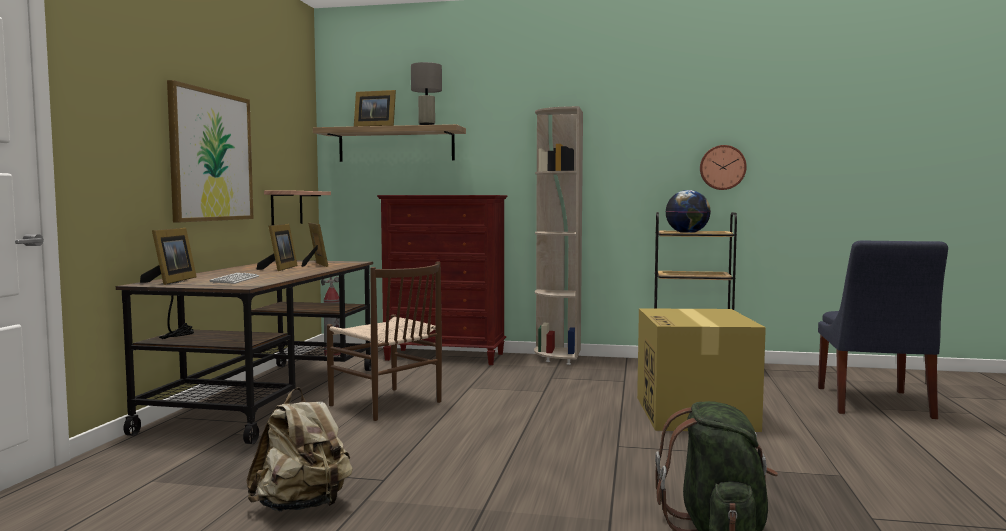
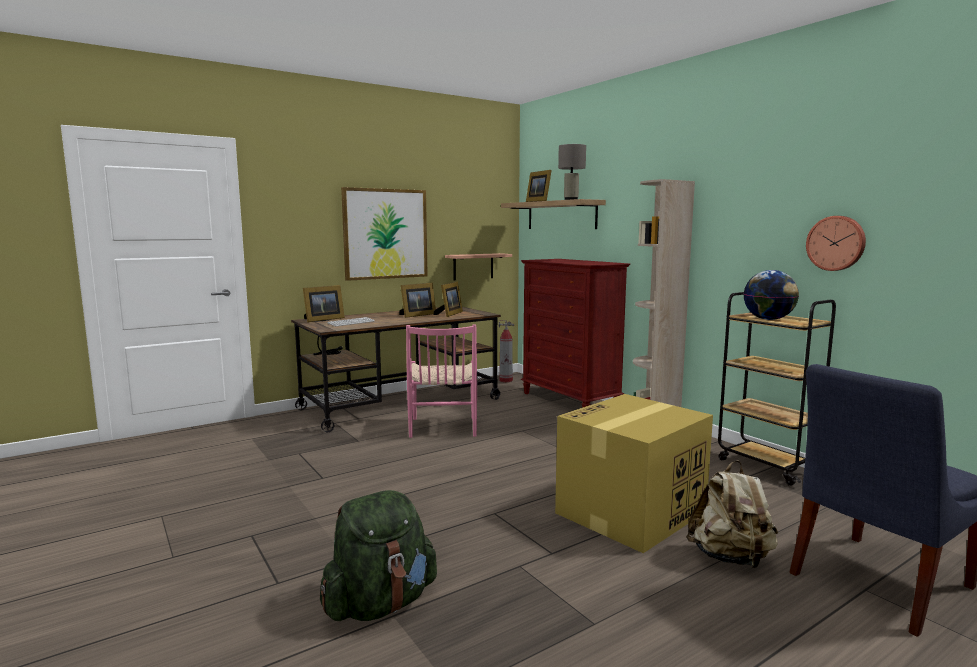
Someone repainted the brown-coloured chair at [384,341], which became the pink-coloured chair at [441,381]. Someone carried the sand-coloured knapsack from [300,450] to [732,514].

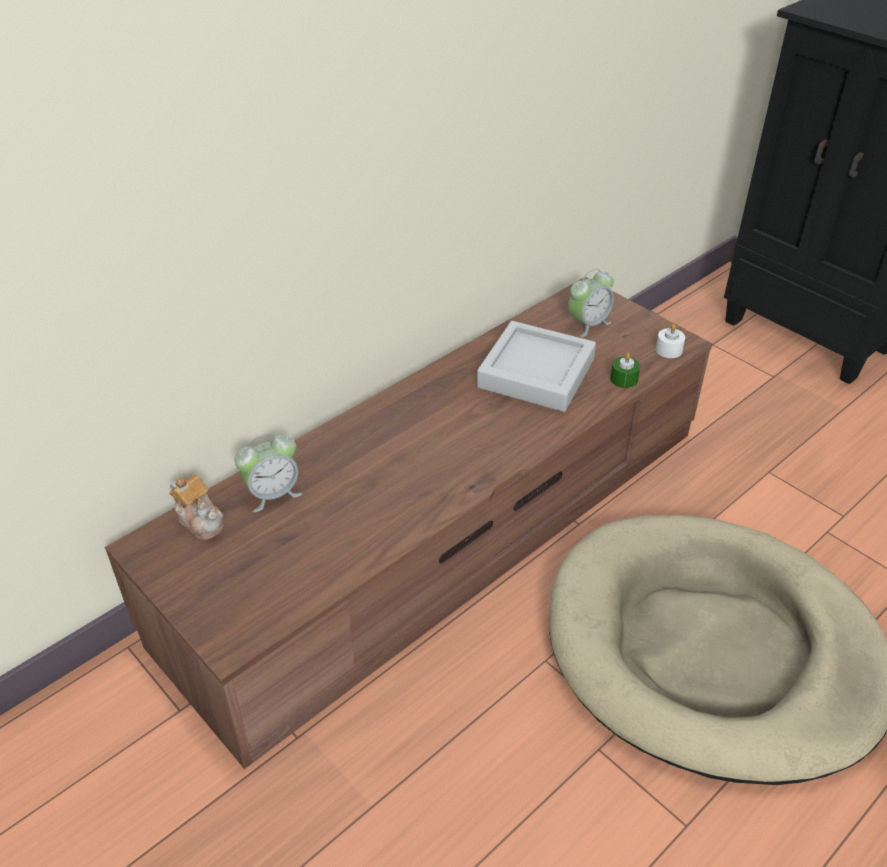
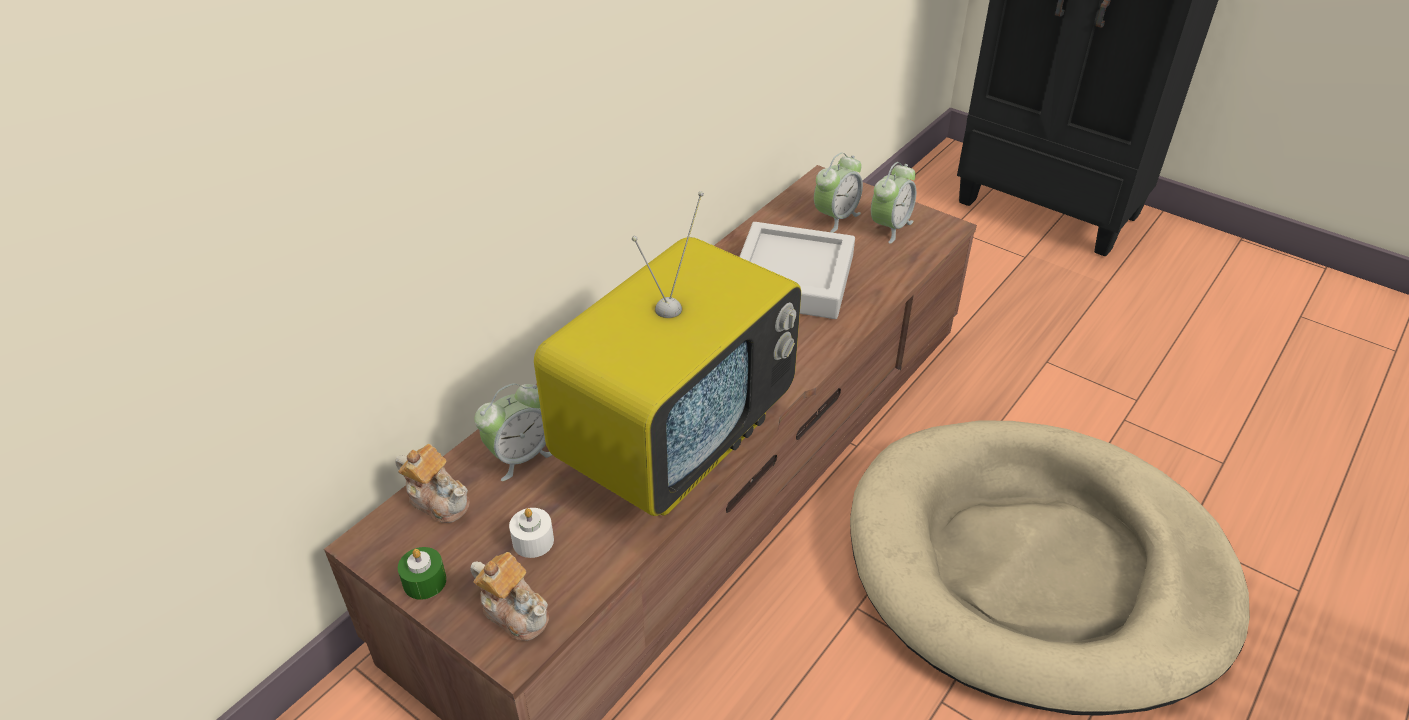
Someone carried the greenish wax candle from [625,370] to [422,573]. Someone put down the tea pot at [509,596]. Someone carried the whitish wax candle from [670,341] to [531,533]. Someone put down the television at [667,353]. Someone put down the table clock at [893,203].

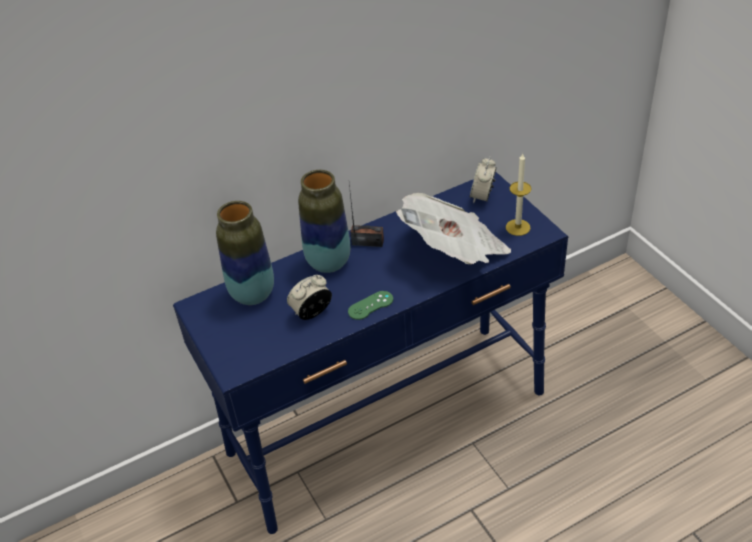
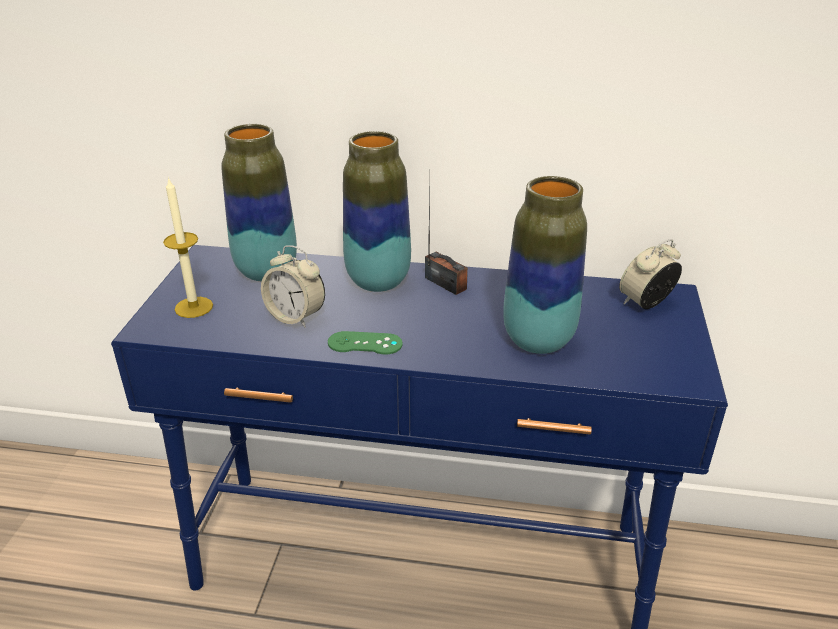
Someone carried the wax candle from [519,195] to [188,247]. Someone rotated the table clock at [309,297] by 150 degrees counterclockwise. Someone swapped the daily paper at [453,229] for the decorative vase at [545,265].

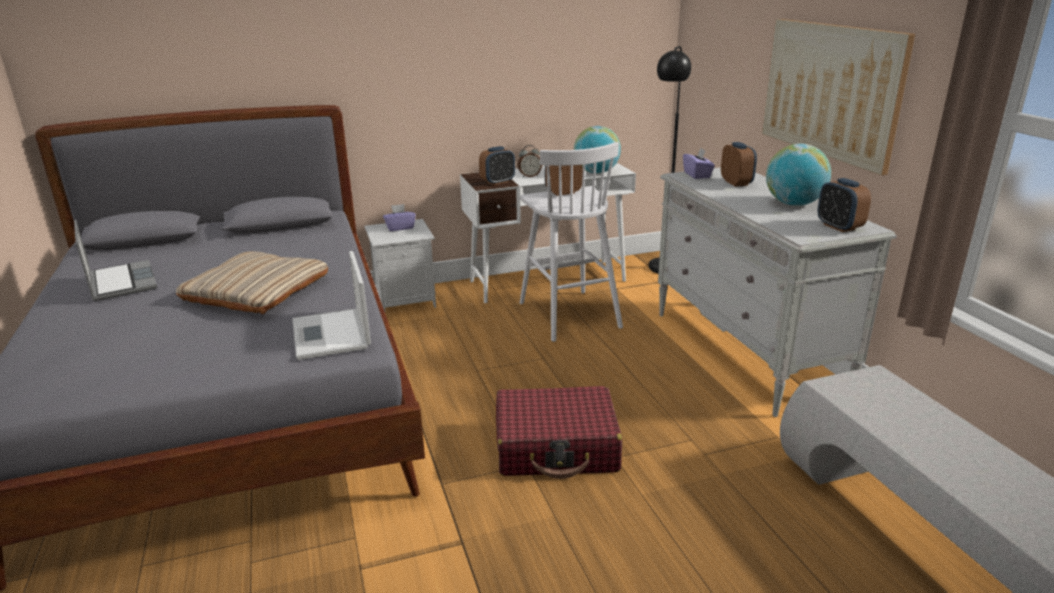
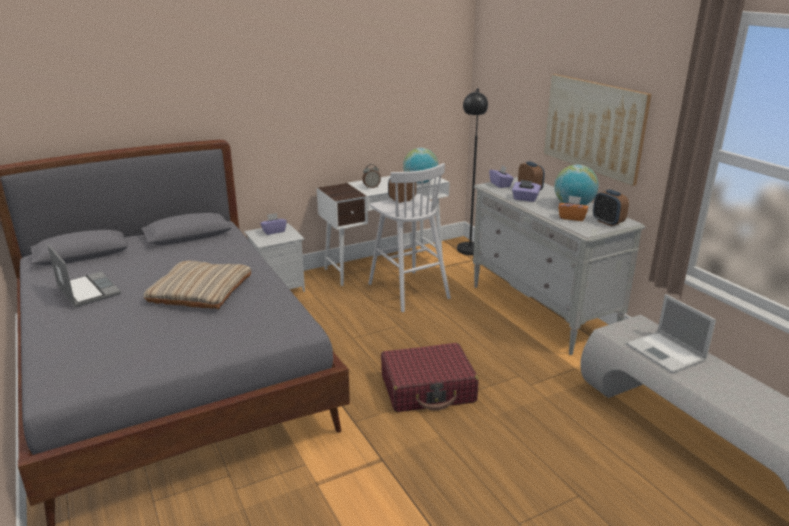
Someone put down the purple tissue holder at [526,191]. Someone put down the orangey tissue holder at [573,208]. Someone carried the notebook computer from [331,305] to [671,334]. Someone took away the table clock at [497,165].

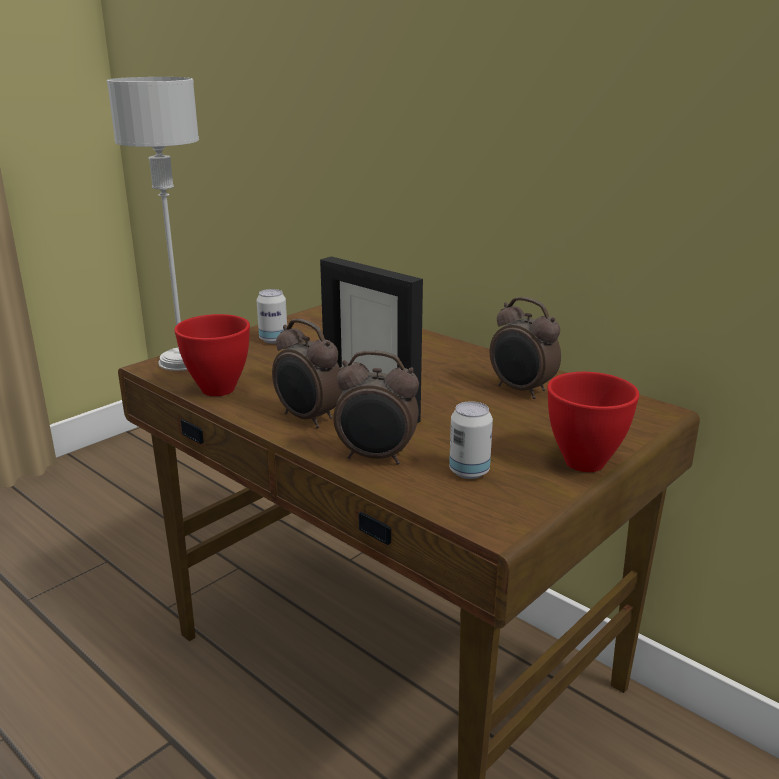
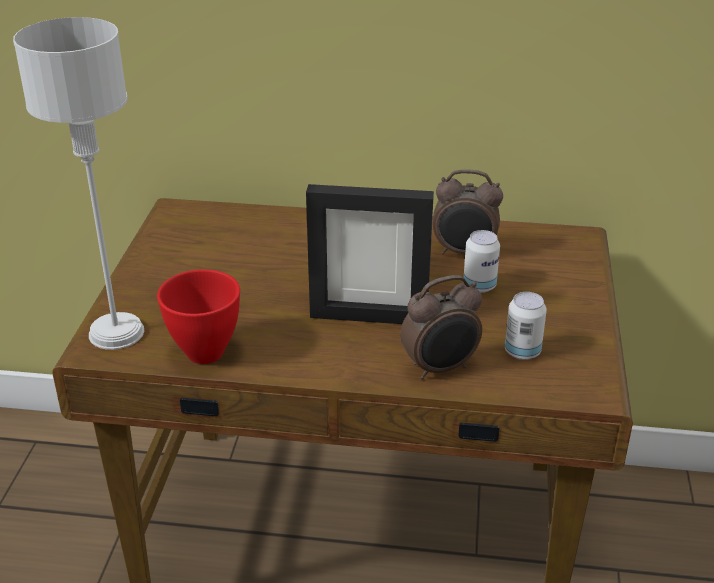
Someone carried the can from [272,316] to [482,261]. Someone took away the table clock at [307,373]. Someone took away the reddish bowl at [593,422].

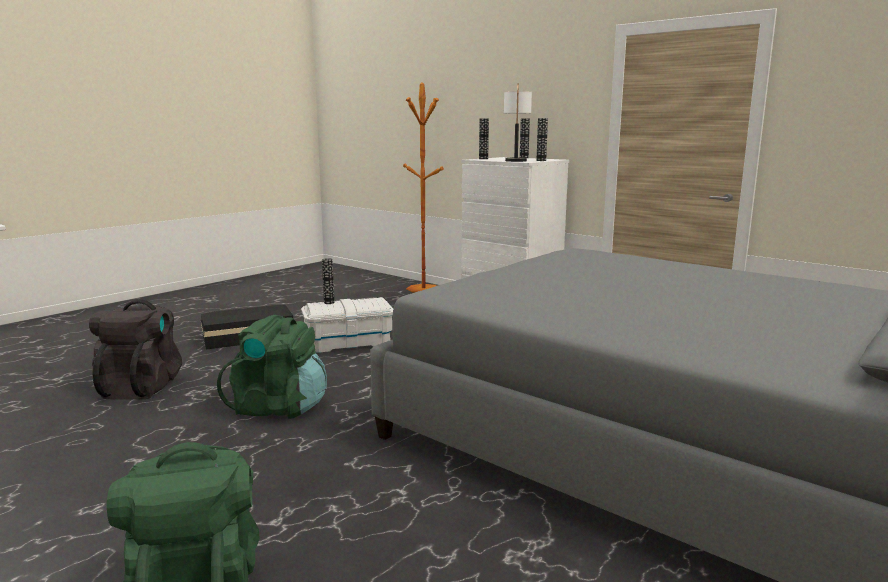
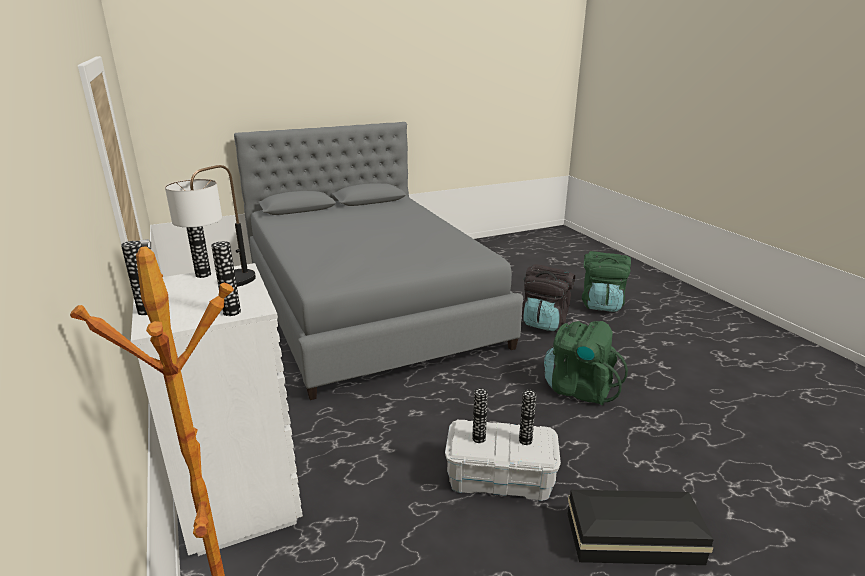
Someone put down the decorative vase at [480,415]. Someone carried the blackish knapsack from [135,349] to [548,297].

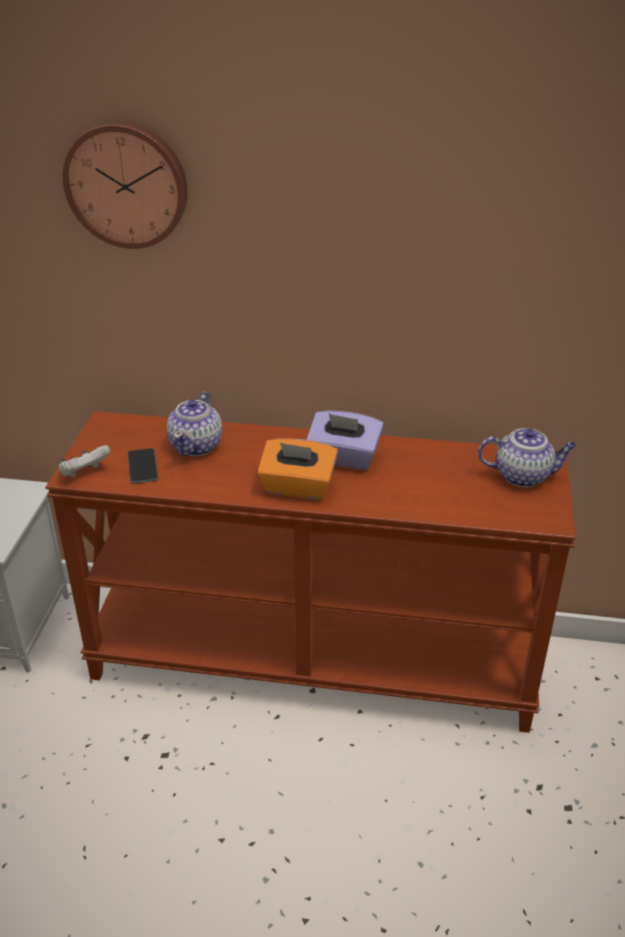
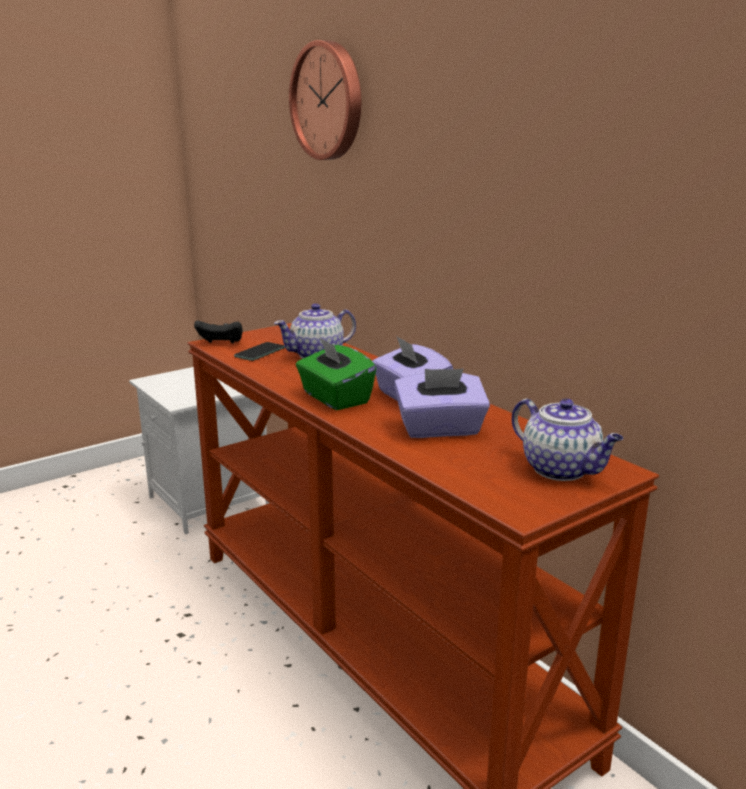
Someone repainted the whitish game controller at [85,461], which became the blackish game controller at [218,332]. Someone repainted the orangey tissue holder at [297,469], which became the greenish tissue holder at [336,373]. Someone put down the purple tissue holder at [442,403].

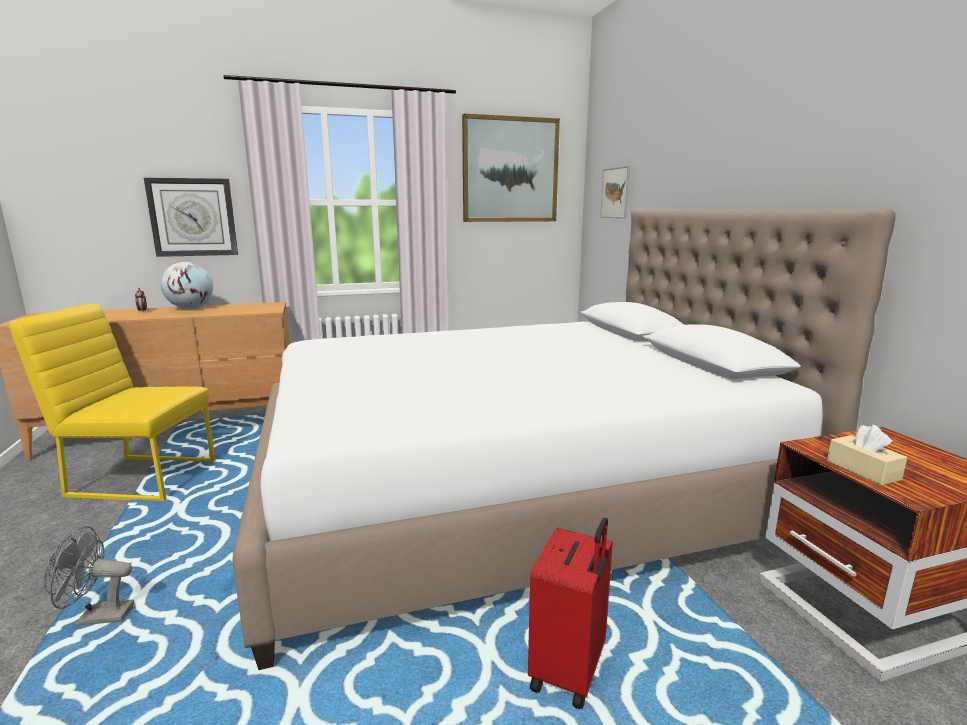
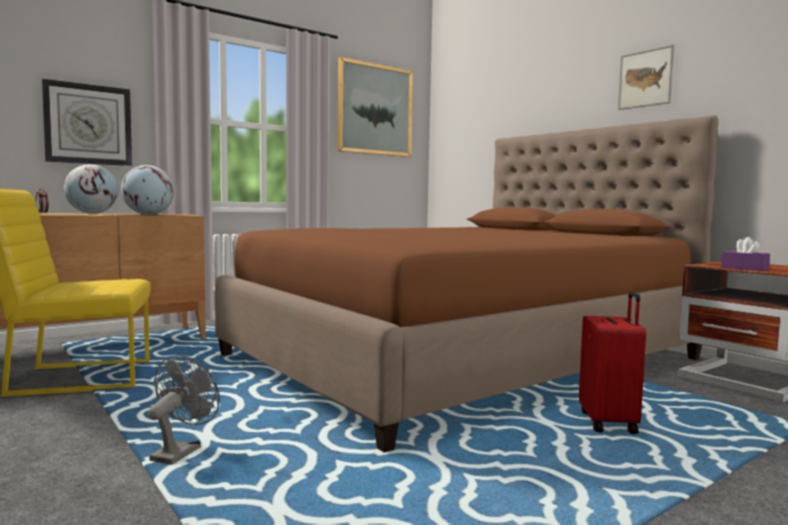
Someone put down the world globe at [147,190]. Someone rotated the greyish cooling fan at [89,576] by 135 degrees clockwise. Someone repainted the whitish bedroom bed at [564,439], which became the brown-coloured bedroom bed at [467,284]. Someone carried the wall picture from [615,192] to [646,77]. Someone repainted the sand-coloured tissue holder at [867,455], which became the purple tissue holder at [745,254].

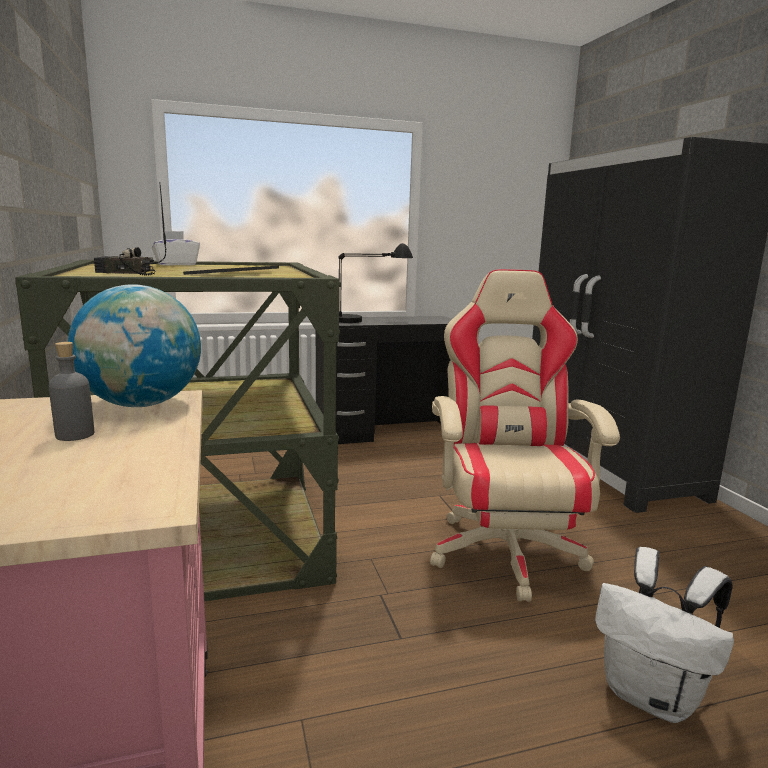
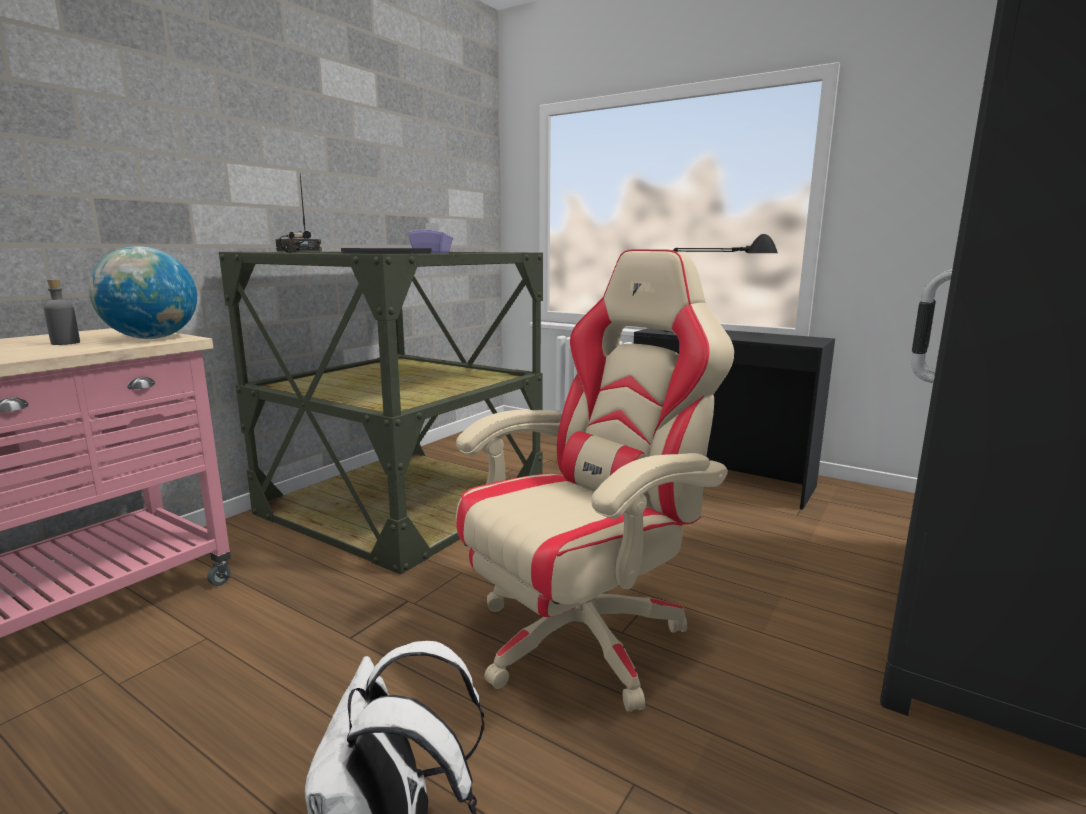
Someone repainted the whitish tissue holder at [176,248], which became the purple tissue holder at [430,238].

